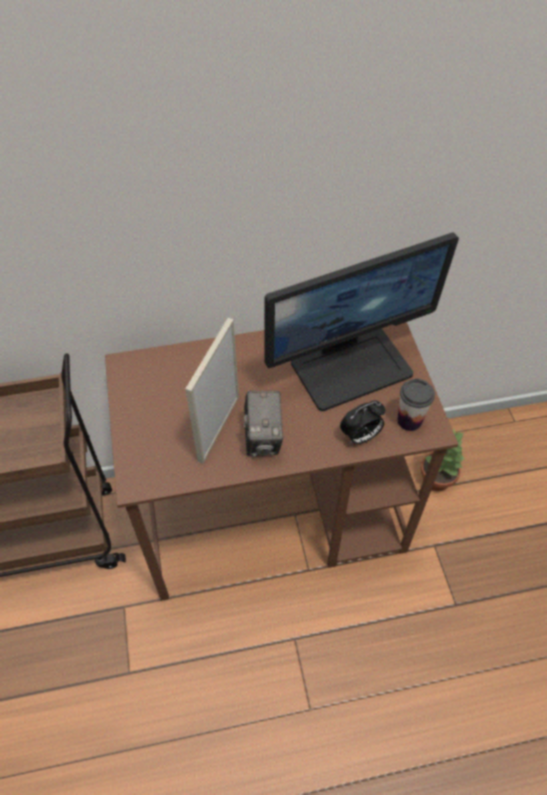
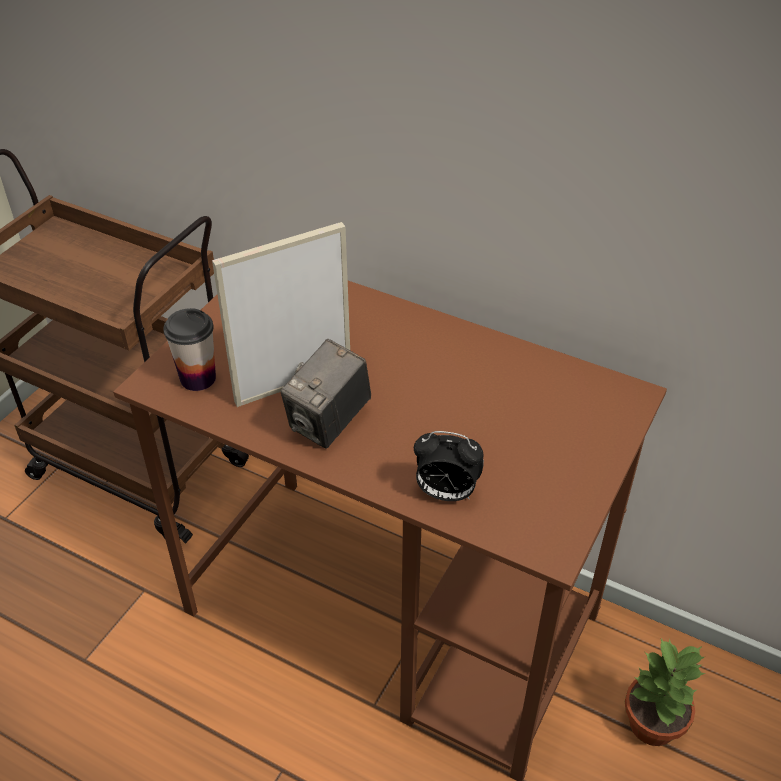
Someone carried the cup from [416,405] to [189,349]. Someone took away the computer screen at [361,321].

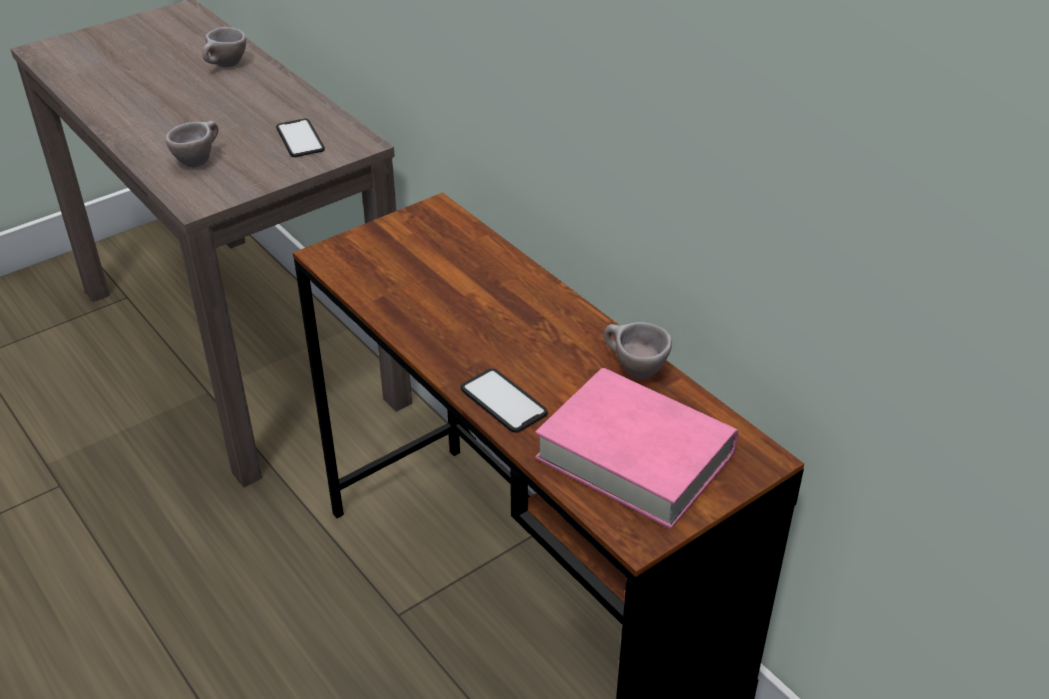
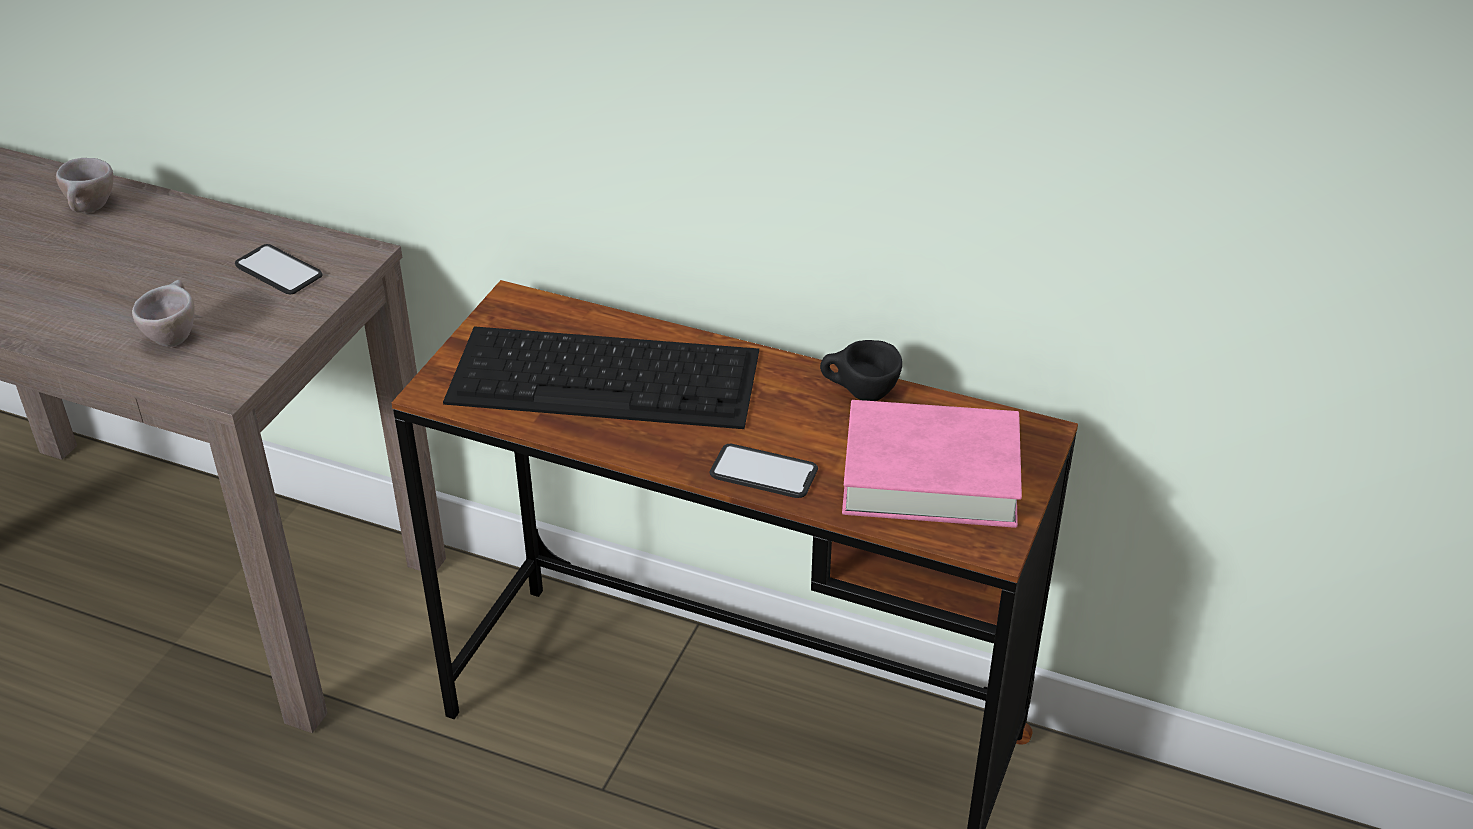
Someone put down the computer keyboard at [601,377]. Someone repainted the sand-coloured cup at [638,350], which became the blackish cup at [861,370].

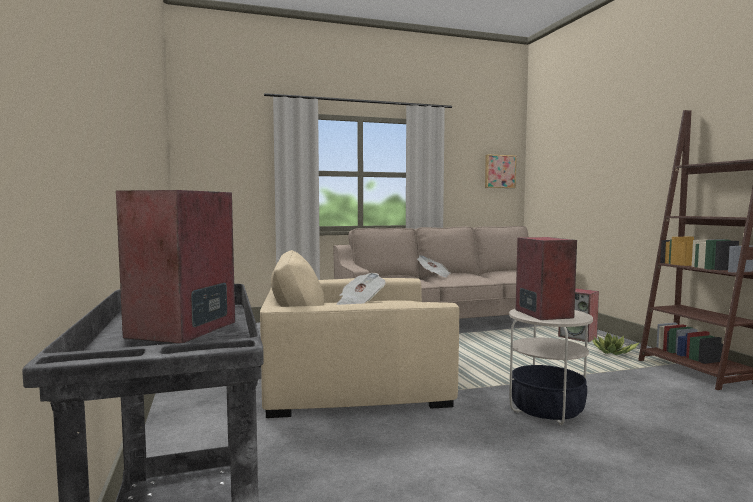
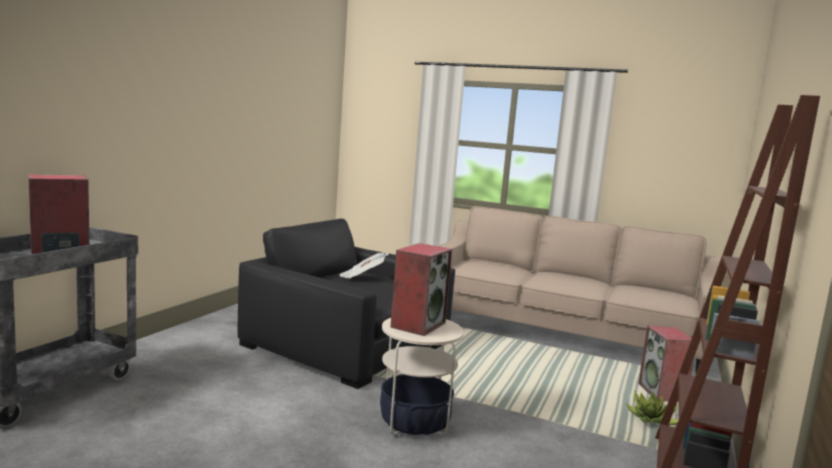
Someone repainted the sand-coloured easy chair at [359,334], which became the blackish easy chair at [346,304]. Someone took away the daily paper at [434,266]. Someone took away the wall picture at [500,171].

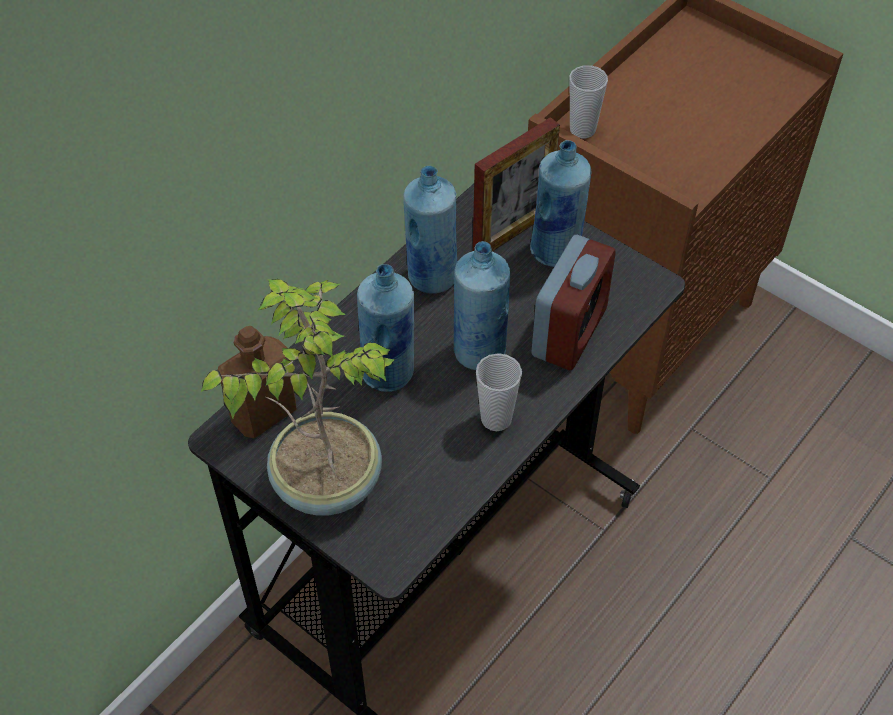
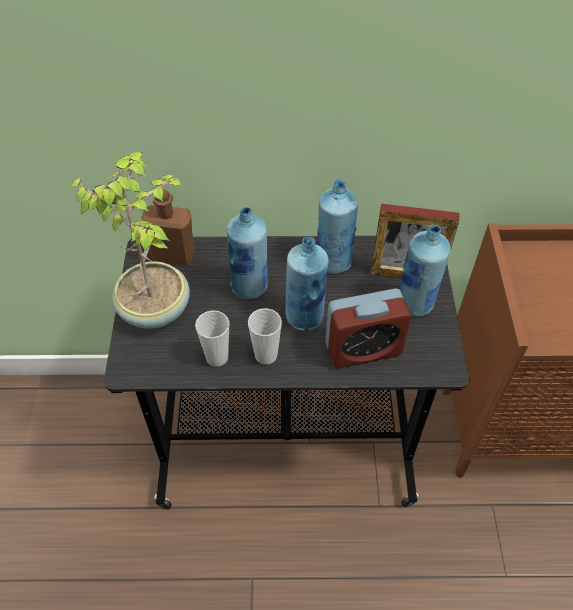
Someone carried the cup from [589,101] to [212,338].

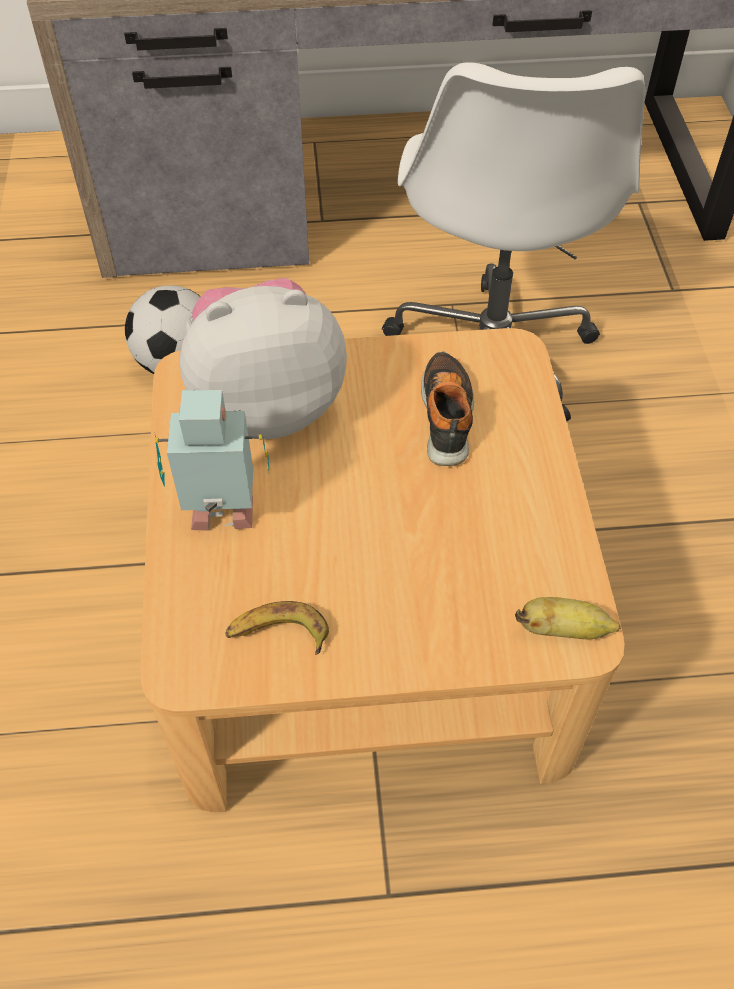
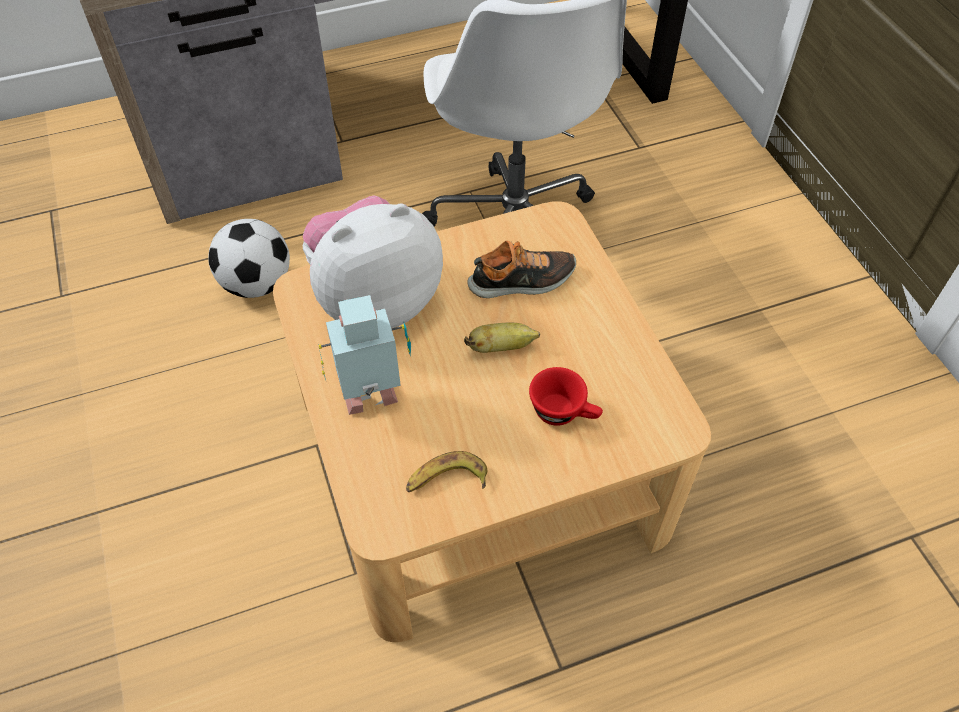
Someone carried the whole banana from [568,618] to [502,338]. Someone rotated the low shoe at [447,409] by 90 degrees clockwise. Someone put down the reddish cup at [566,396].

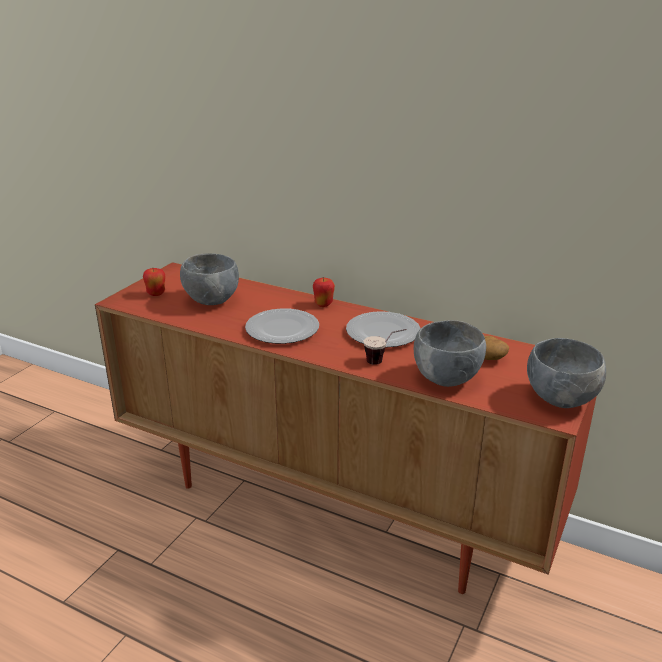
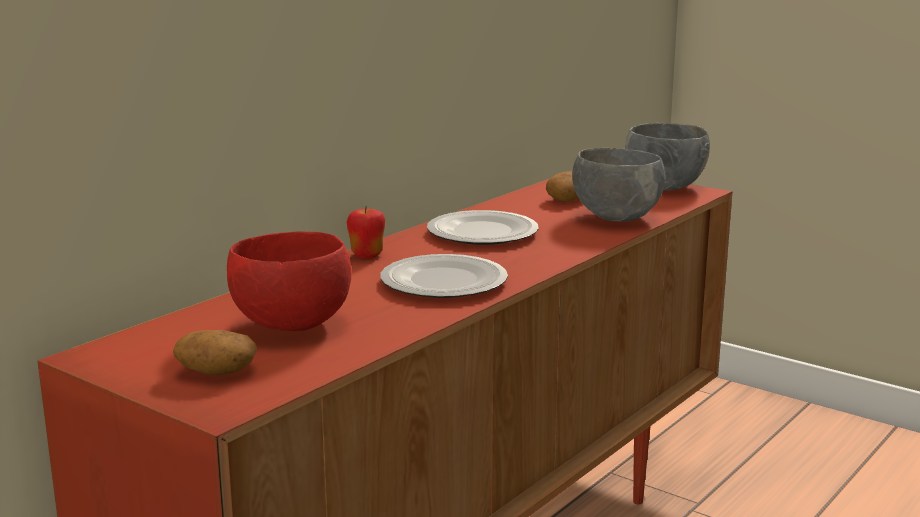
Someone swapped the whole apple at [154,282] for the spud at [215,352]. Someone repainted the greyish bowl at [209,279], which became the reddish bowl at [289,281]. Someone took away the cup at [385,347].

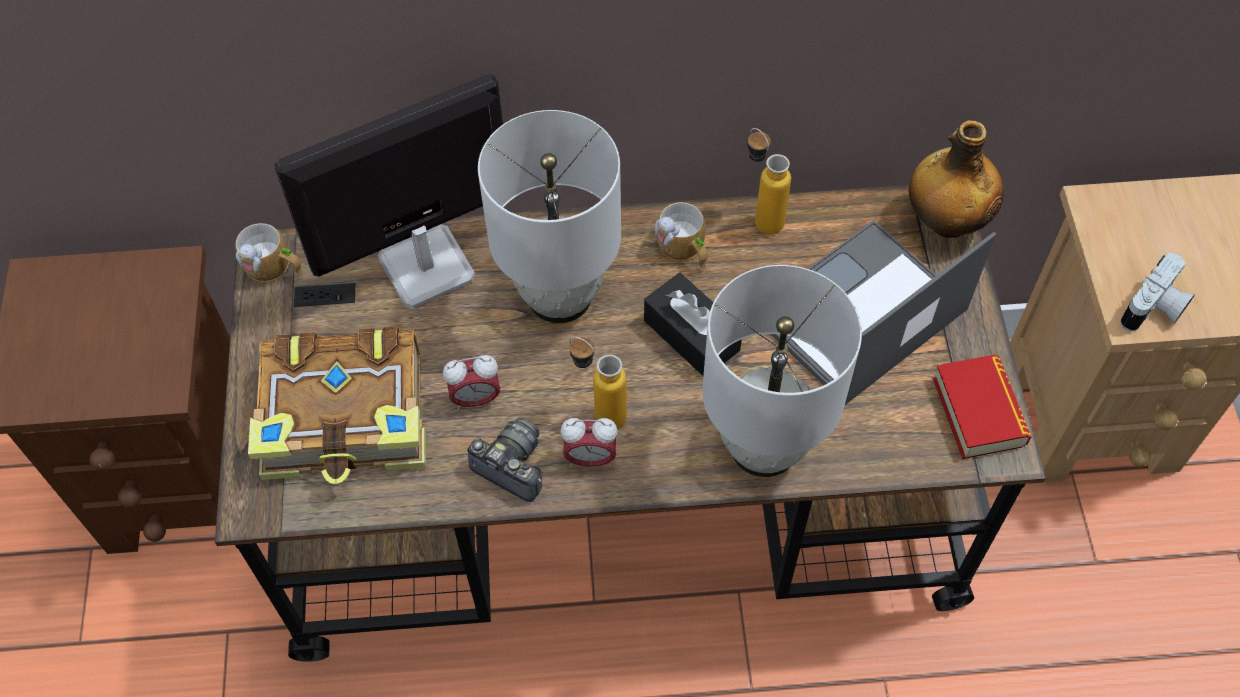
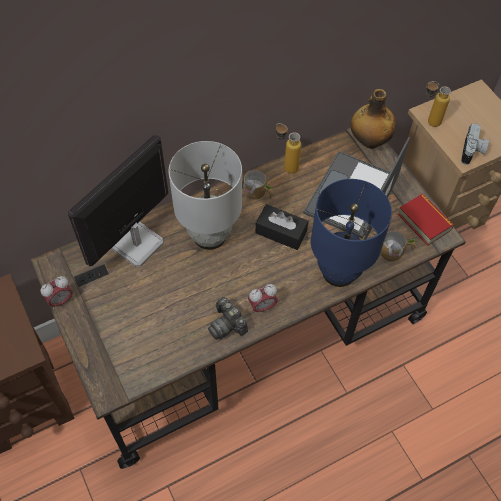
Someone carried the table clock from [472,382] to [57,292]. Someone rotated the still camera at [504,460] by 135 degrees counterclockwise. Someone repainted the whitish tabletop lamp at [782,371], which became the blue tabletop lamp at [351,233]. Someone carried the coffee mug from [269,252] to [398,246]. Someone carried the drink bottle from [598,383] to [438,104]. Someone took away the volume at [337,405].

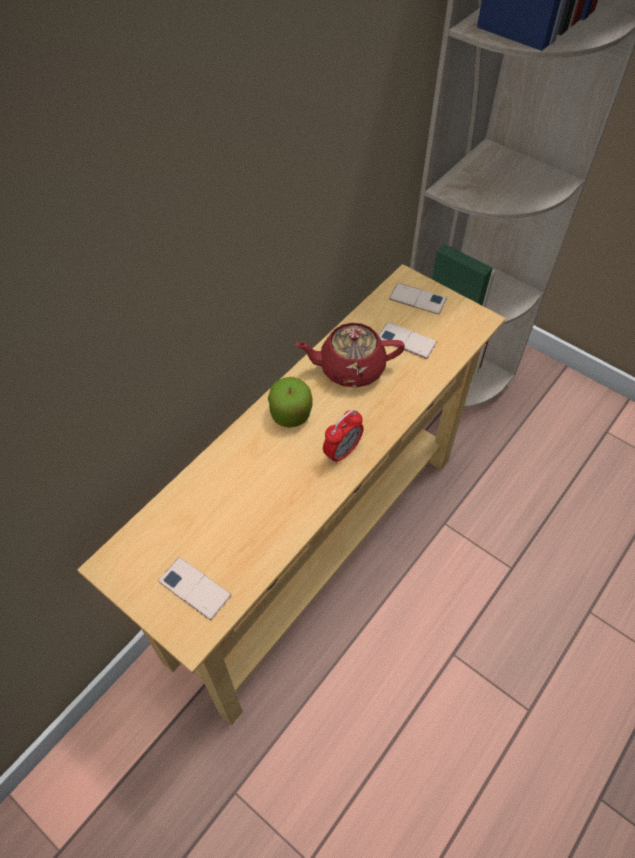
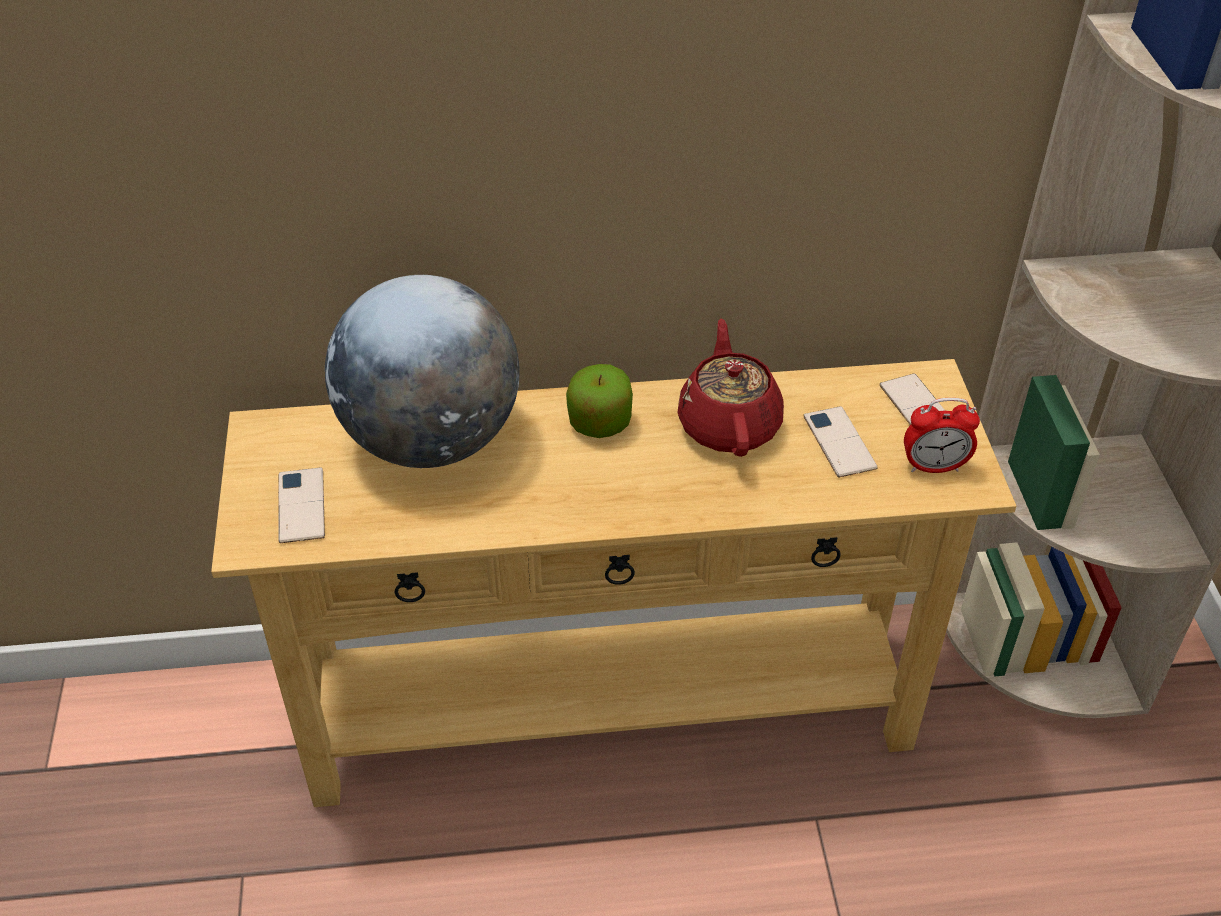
Someone put down the world globe at [422,371]. Someone rotated the reddish tea pot at [350,355] by 45 degrees clockwise. Someone carried the table clock from [343,437] to [942,435].

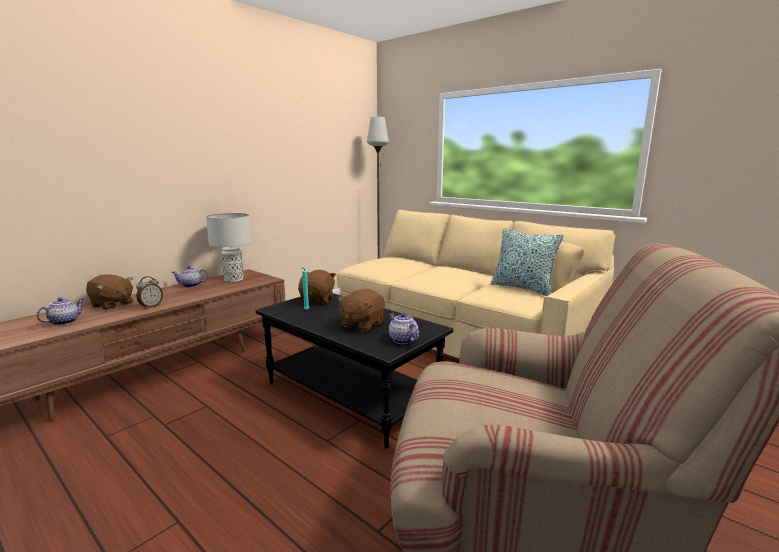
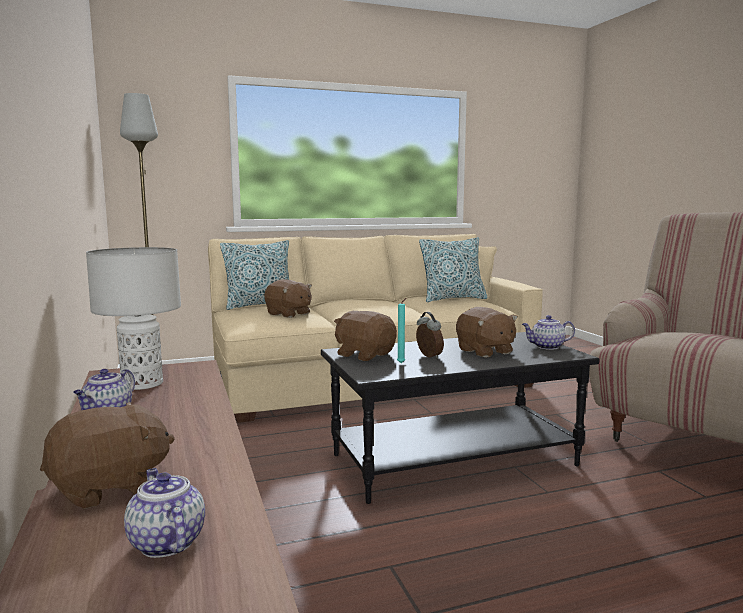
Someone put down the throw pillow at [254,275]. Someone put down the brown-coloured plush toy at [288,298]. Someone carried the table clock from [149,292] to [430,335].

